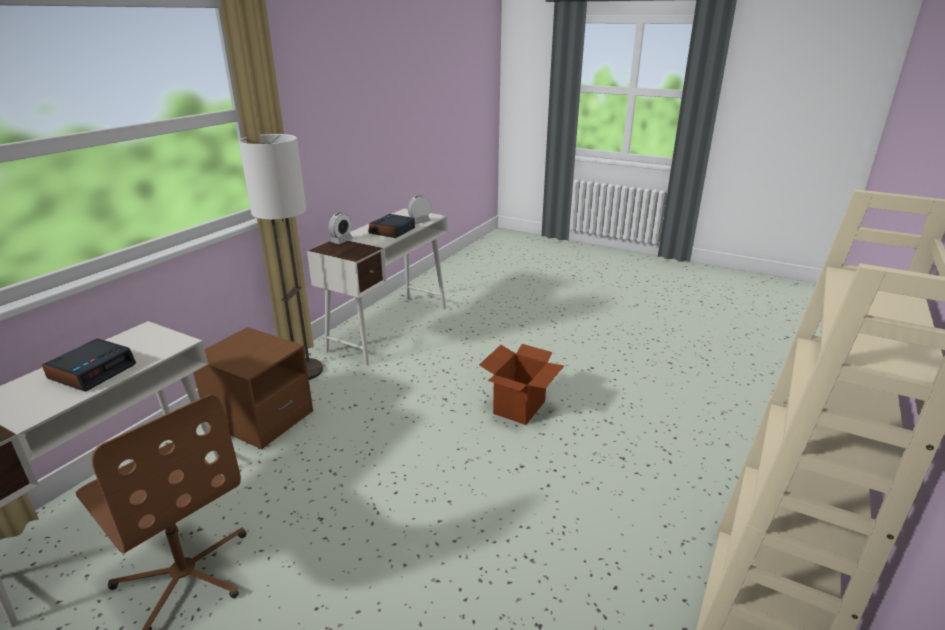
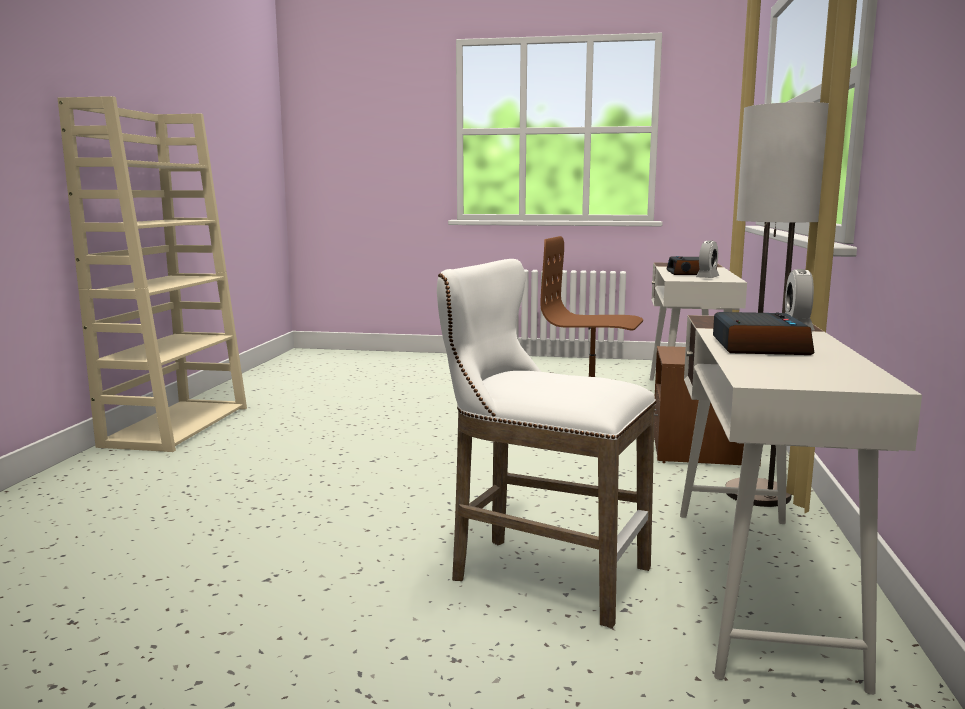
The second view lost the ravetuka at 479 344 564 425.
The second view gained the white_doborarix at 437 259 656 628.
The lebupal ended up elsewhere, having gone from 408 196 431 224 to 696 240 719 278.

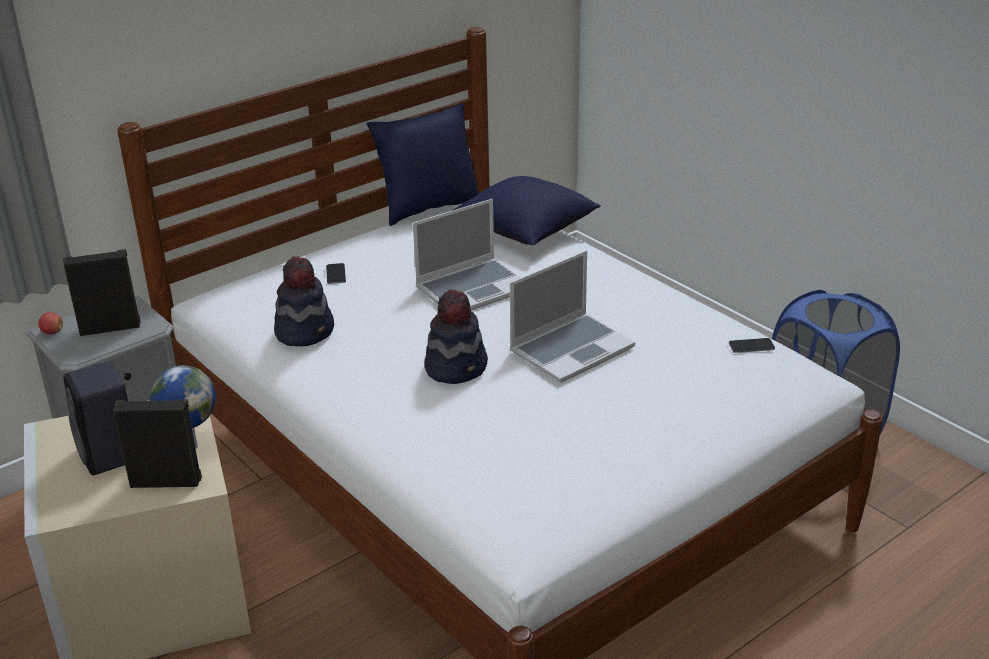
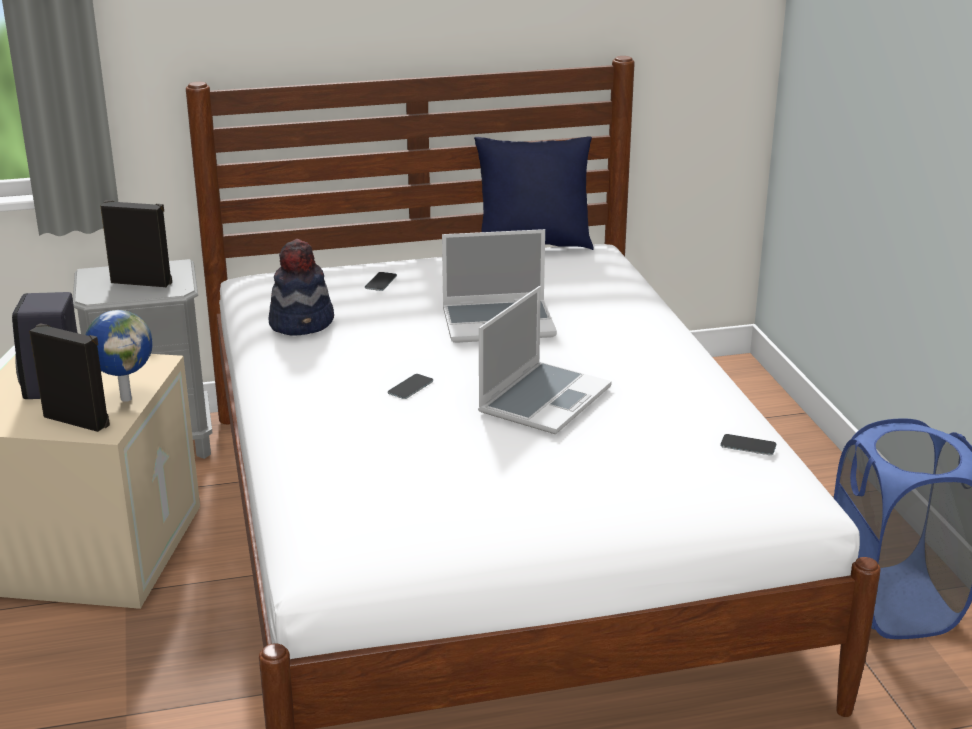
The second view lost the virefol at 38 312 63 334.
The second view lost the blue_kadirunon at 452 176 601 245.
Where the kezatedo stood at 424 289 488 384, the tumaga came to stand at 388 374 433 399.
The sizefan at 510 250 635 383 ended up facing another way, 45 degrees counterclockwise from before.

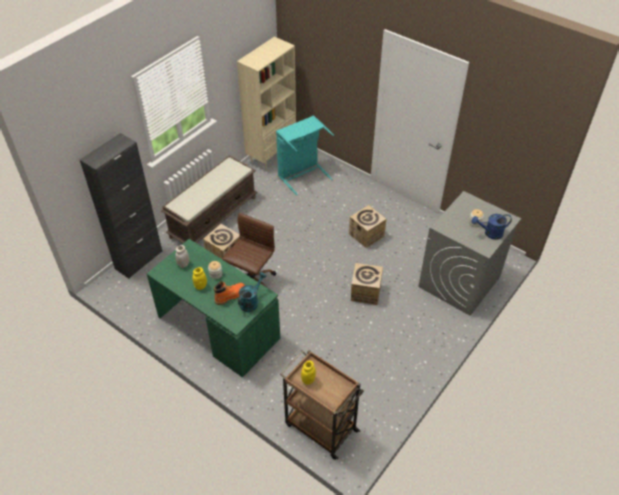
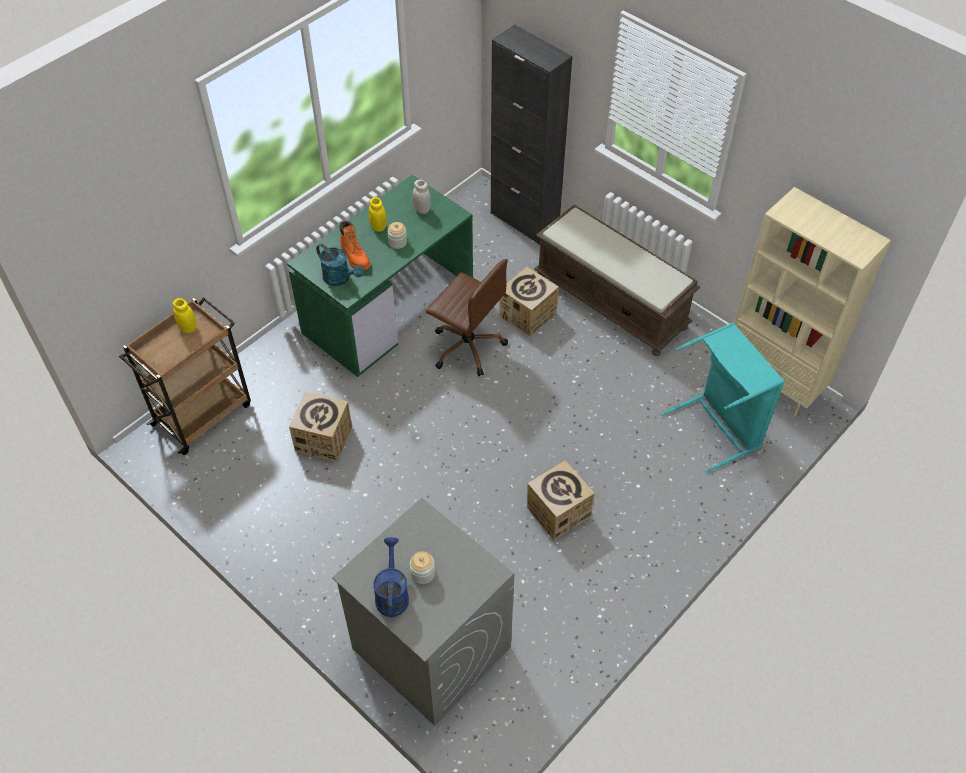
The ravetuka ended up elsewhere, having gone from 351 263 383 305 to 289 392 352 462.

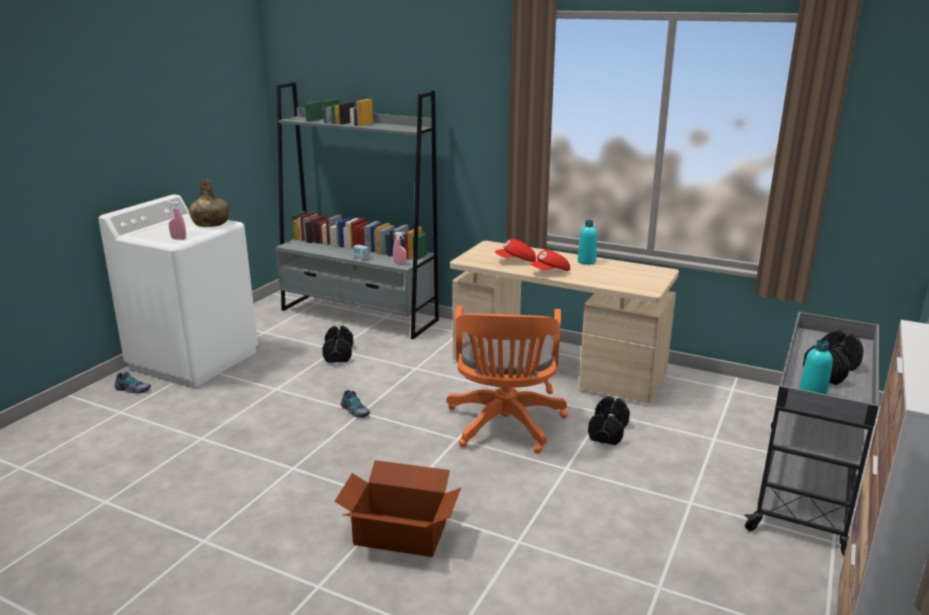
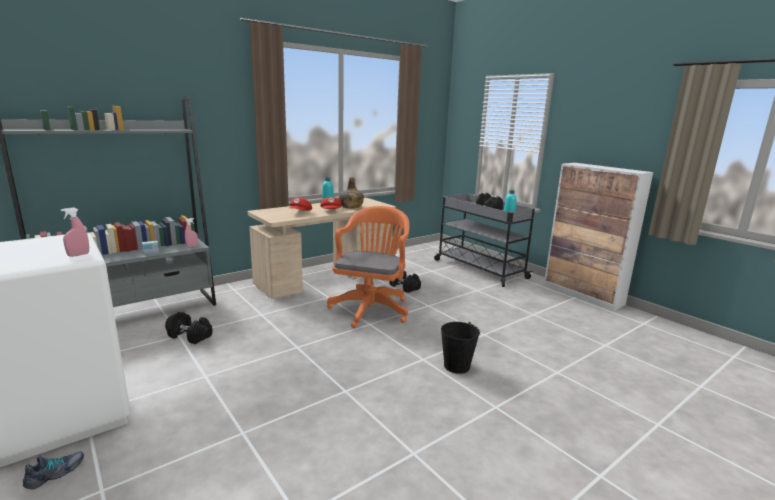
The second view lost the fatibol at 341 390 370 418.
The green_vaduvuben ended up elsewhere, having gone from 189 179 229 227 to 339 178 364 209.
Where the ravetuka stood at 334 460 461 557, the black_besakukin came to stand at 441 322 480 374.
The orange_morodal at 446 306 568 454 ended up facing another way, 105 degrees counterclockwise from before.

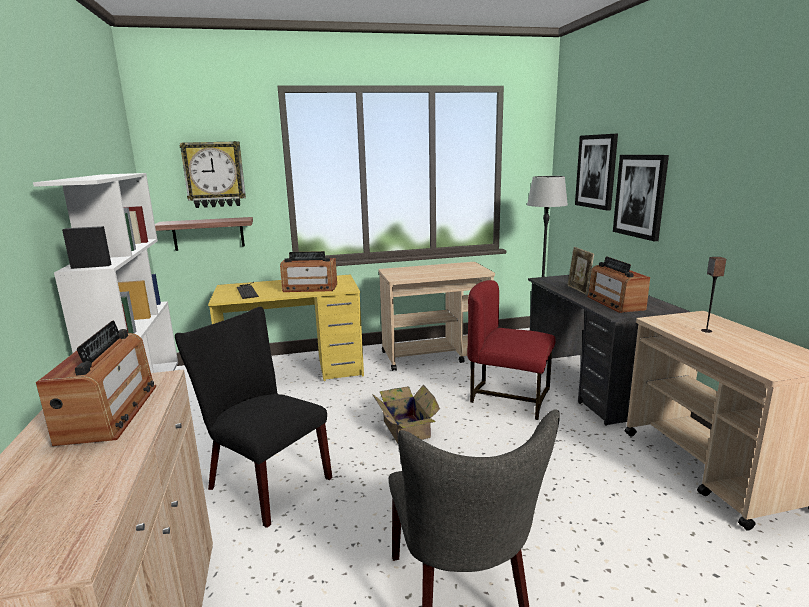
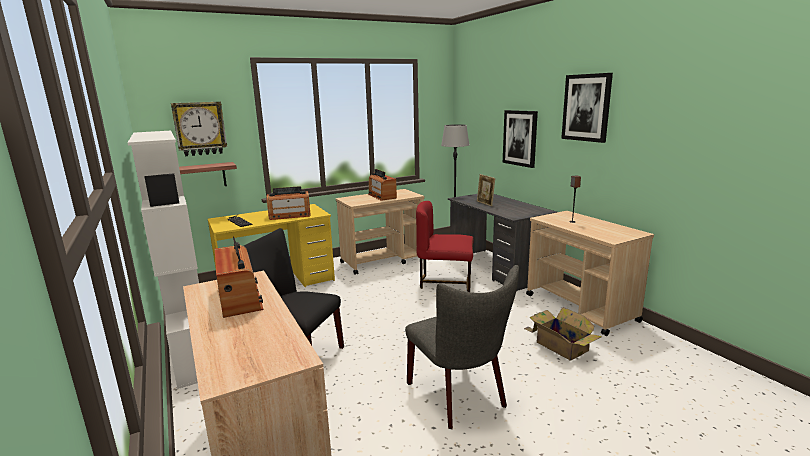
The ravetuka ended up elsewhere, having gone from 372 385 440 444 to 524 307 602 361.
The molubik ended up elsewhere, having gone from 575 134 618 211 to 561 73 613 143.
The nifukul ended up elsewhere, having gone from 587 256 650 313 to 368 169 397 201.

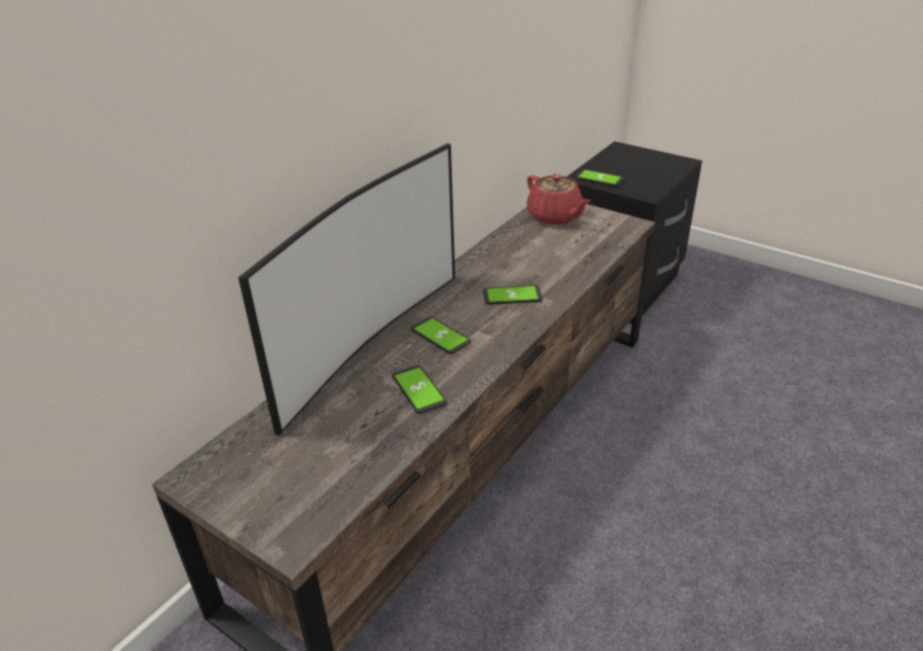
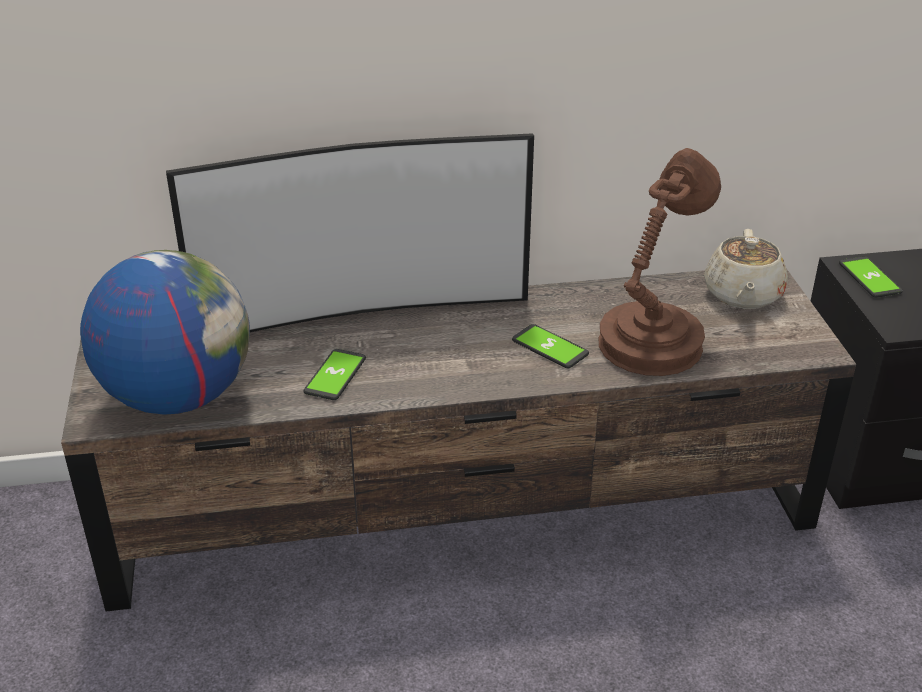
The second view lost the tumaga at 411 317 471 354.
The second view gained the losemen at 80 250 250 415.
The second view gained the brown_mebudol at 598 148 721 376.
What was the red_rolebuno at 527 174 590 225 turned into the beige_rolebuno at 704 229 788 309.

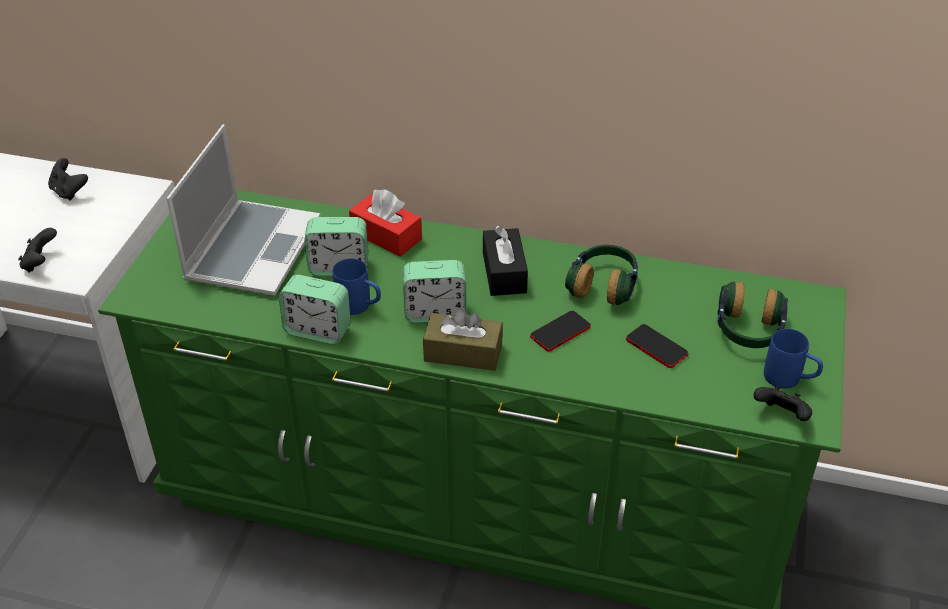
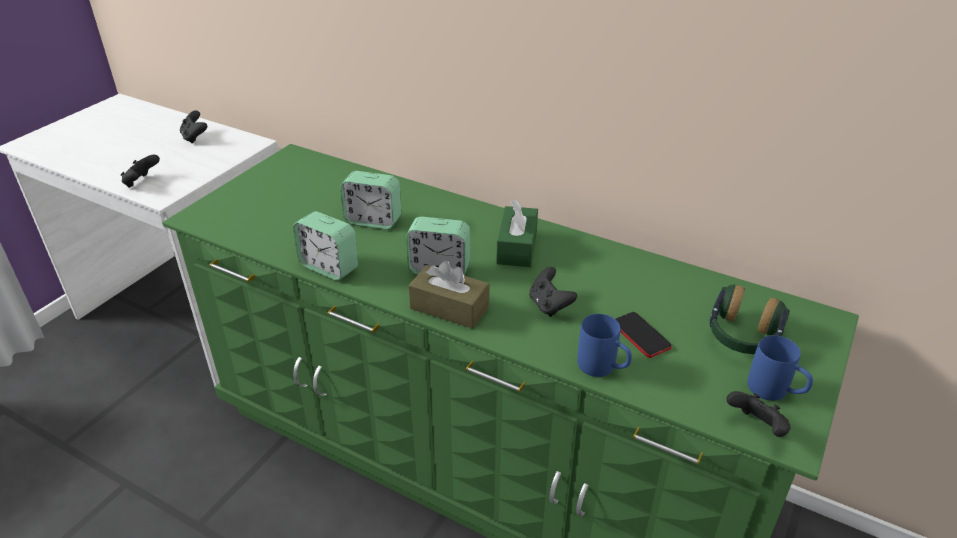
The second view lost the sizefan at 167 124 321 296.
The second view lost the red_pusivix at 349 189 422 257.
The second view lost the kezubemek at 565 245 638 305.
The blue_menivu ended up elsewhere, having gone from 332 258 381 315 to 577 314 632 377.
Where the tumaga stood at 530 311 591 352, the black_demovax came to stand at 529 267 577 317.
What was the black_pusivix at 483 225 528 296 turned into the green_pusivix at 496 200 538 267.

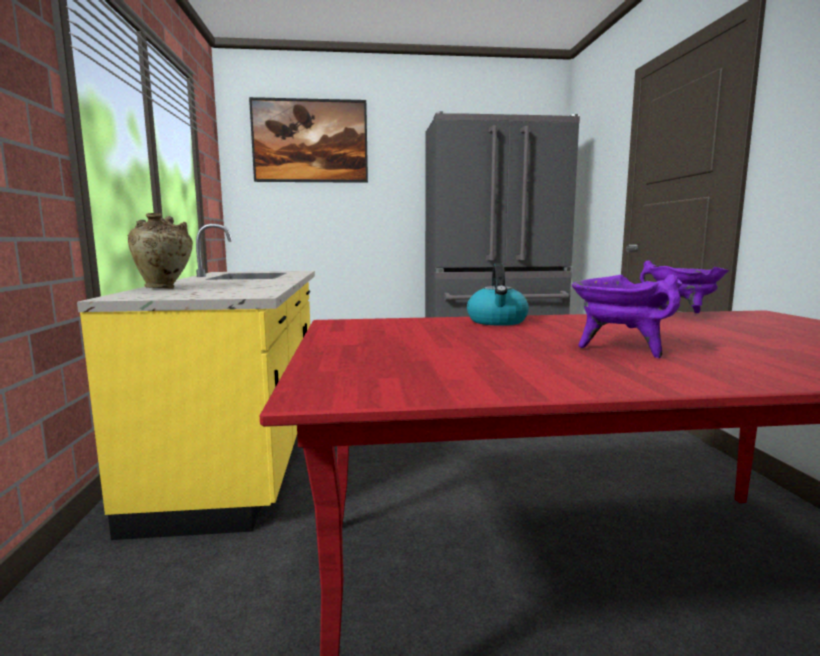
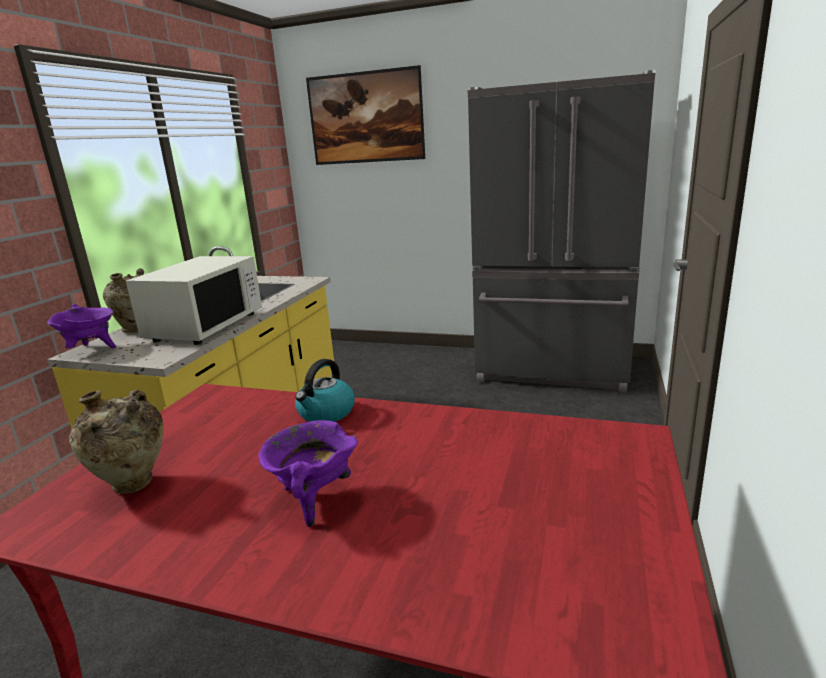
The second view gained the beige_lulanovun at 69 389 164 494.
The second view gained the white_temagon at 126 256 262 345.
The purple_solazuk ended up elsewhere, having gone from 640 261 729 313 to 47 304 116 348.

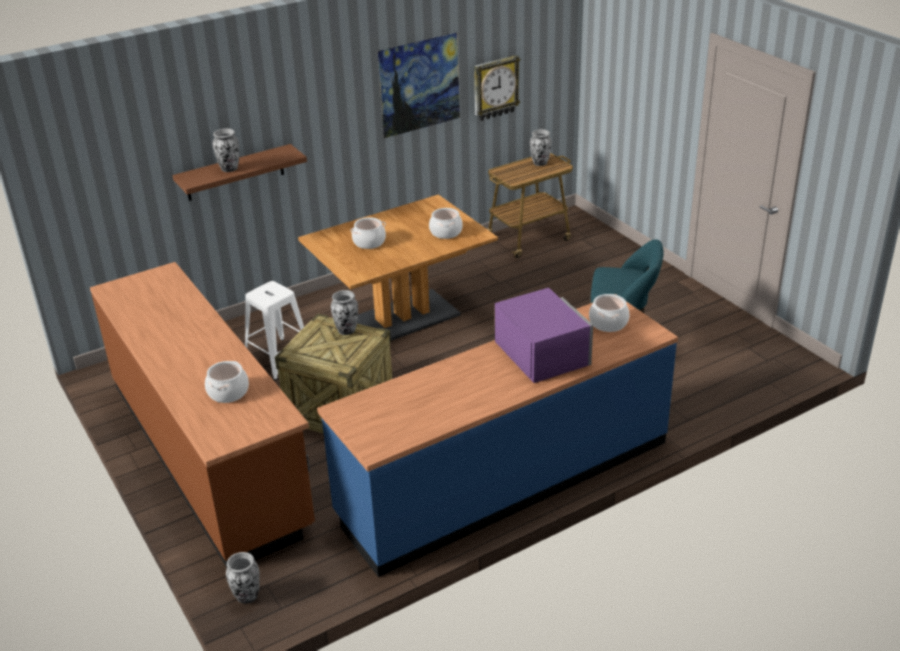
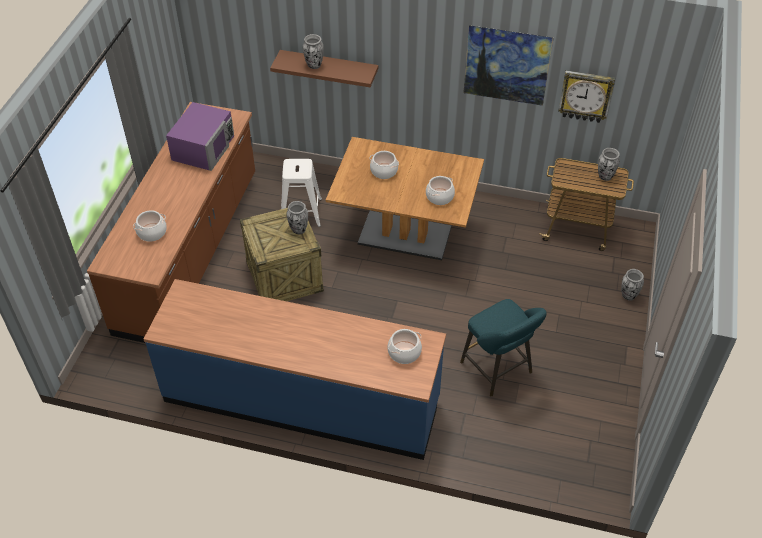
The lulanovun ended up elsewhere, having gone from 226 552 260 603 to 621 269 644 301.
The purple_temagon ended up elsewhere, having gone from 495 288 593 383 to 166 102 234 171.

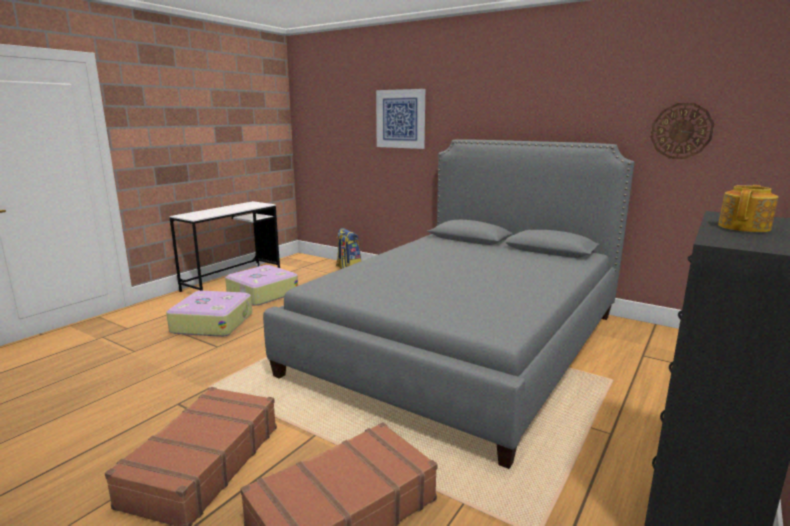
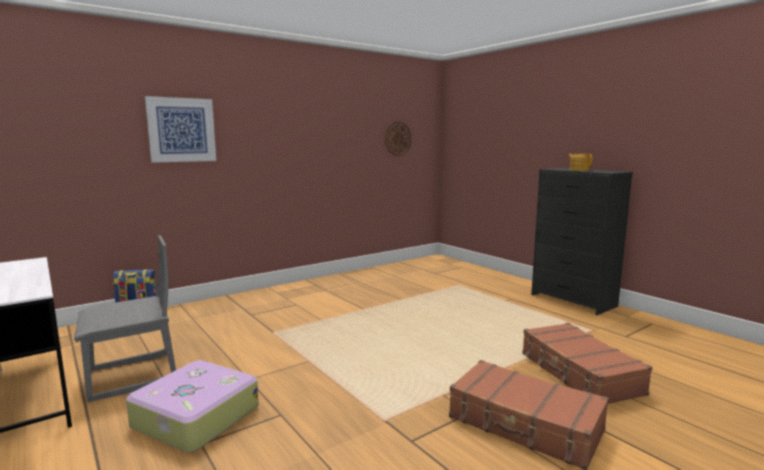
The second view lost the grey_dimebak at 263 139 634 469.
Where the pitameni stood at 225 265 298 306, the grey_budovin came to stand at 74 235 176 402.

